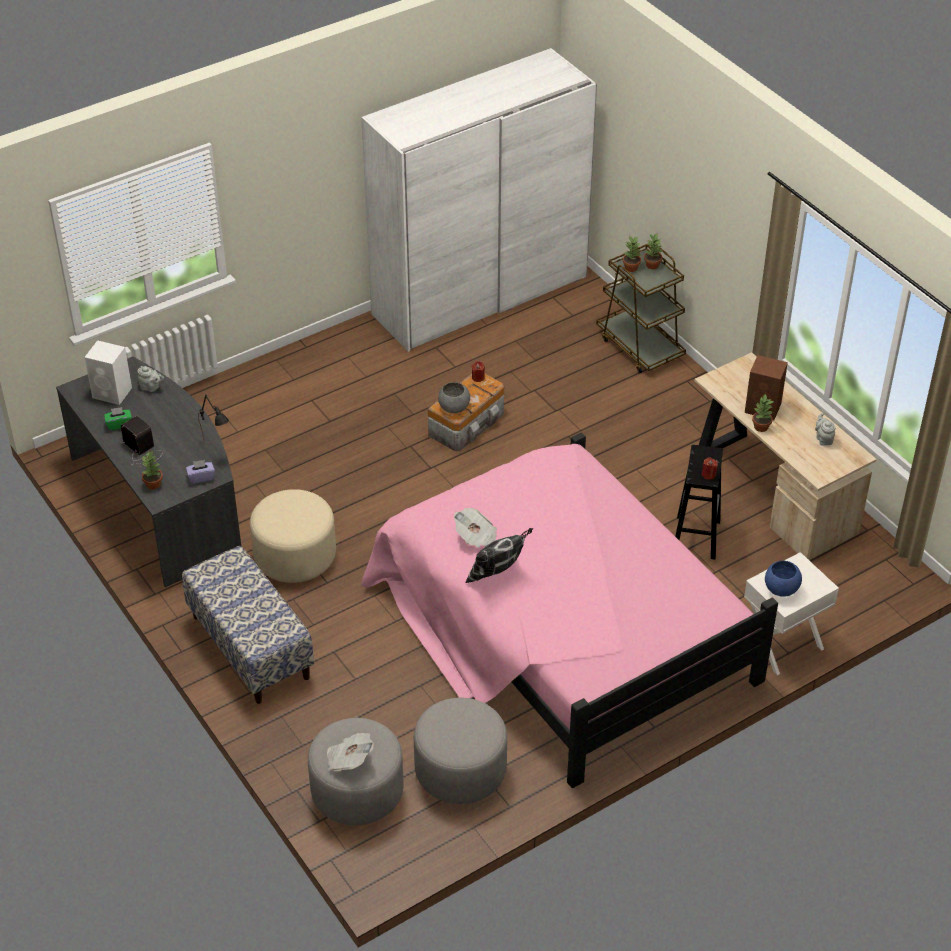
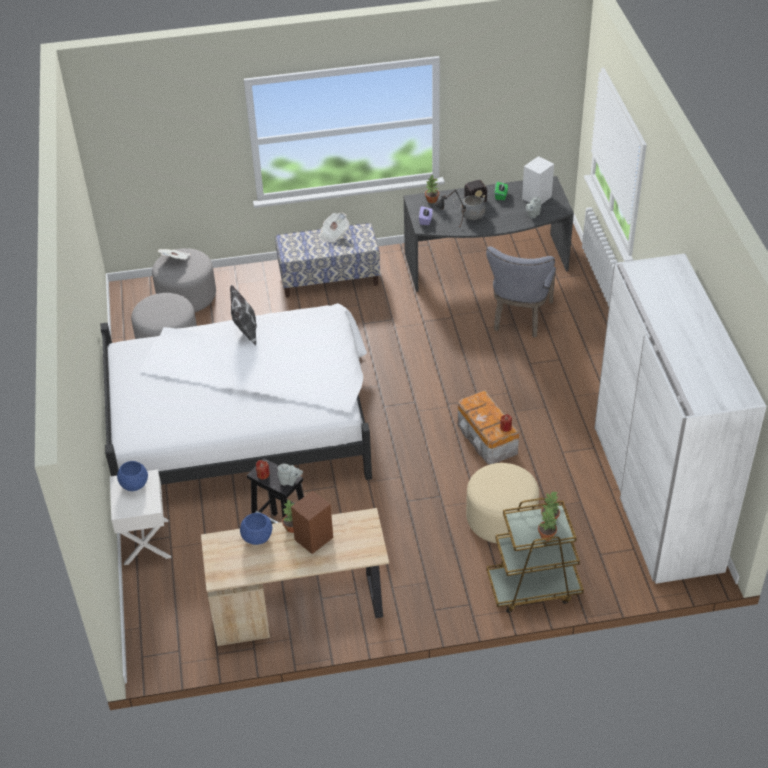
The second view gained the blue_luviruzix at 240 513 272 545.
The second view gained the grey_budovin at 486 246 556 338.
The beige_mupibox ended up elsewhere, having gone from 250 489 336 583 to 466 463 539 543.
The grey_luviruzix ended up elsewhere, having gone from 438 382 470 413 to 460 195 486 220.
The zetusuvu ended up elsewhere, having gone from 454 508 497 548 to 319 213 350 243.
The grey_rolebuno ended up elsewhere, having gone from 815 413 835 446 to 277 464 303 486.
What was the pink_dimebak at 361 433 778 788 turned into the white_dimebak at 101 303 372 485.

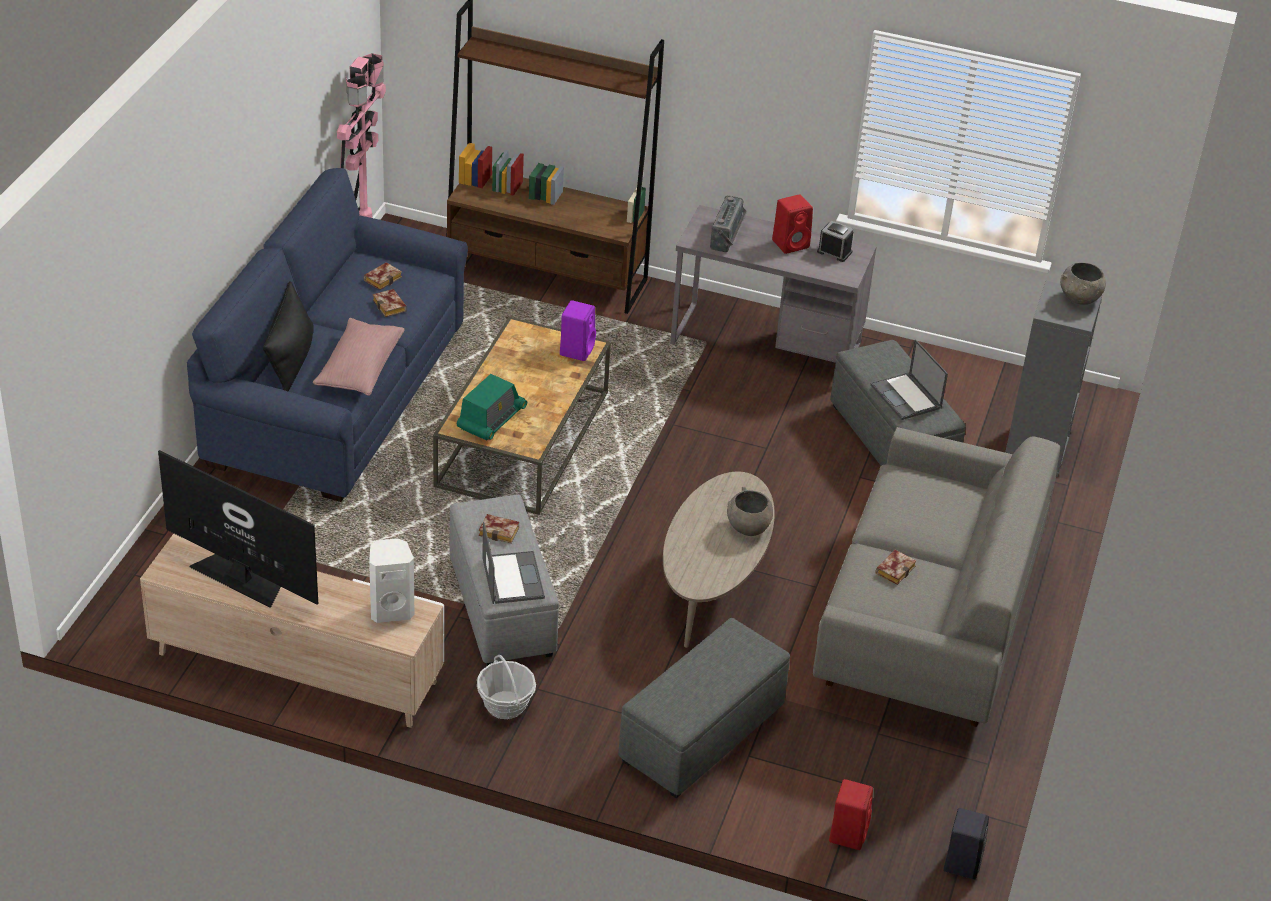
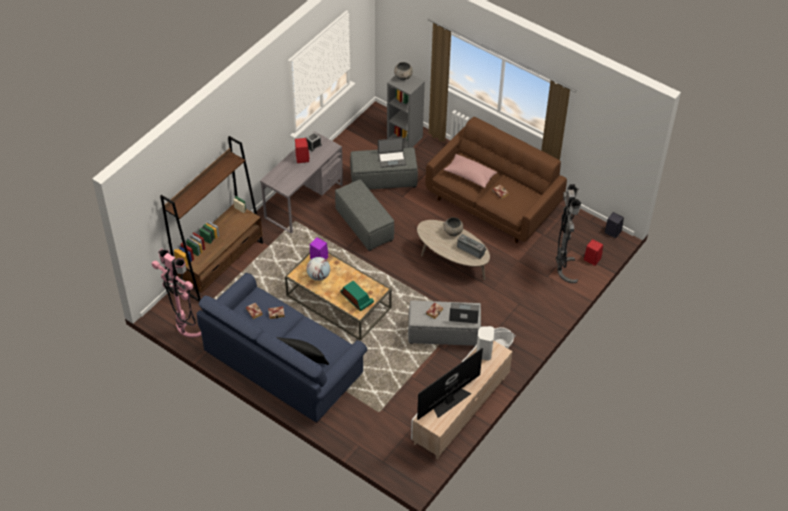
The second view gained the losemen at 307 257 330 281.
The second view gained the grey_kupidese at 556 184 581 283.
The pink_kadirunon ended up elsewhere, having gone from 313 318 405 396 to 444 154 497 188.
The grey_mupibox ended up elsewhere, having gone from 618 618 790 798 to 335 179 394 251.
The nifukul ended up elsewhere, having gone from 710 195 747 252 to 457 234 487 259.
What was the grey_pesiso at 813 427 1060 727 turned into the brown_pesiso at 426 117 567 243.

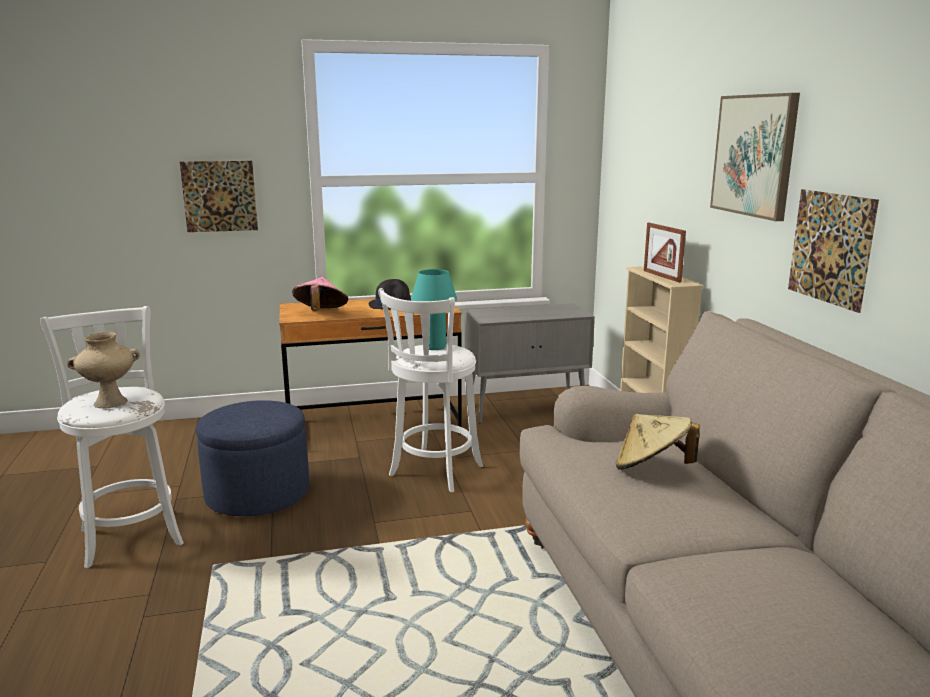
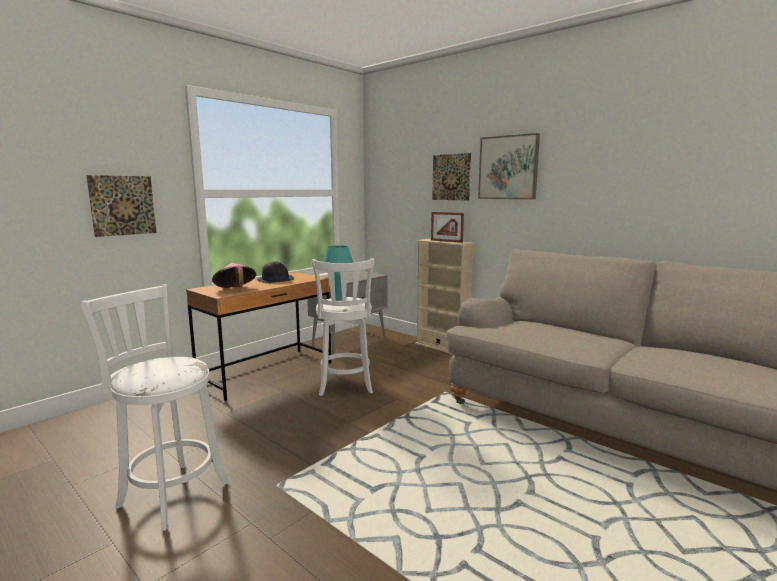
The second view lost the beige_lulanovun at 67 332 140 408.
The second view lost the blue_mupibox at 196 400 309 516.
The second view lost the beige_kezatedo at 616 414 700 470.
The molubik ended up elsewhere, having gone from 788 189 879 313 to 432 153 471 200.

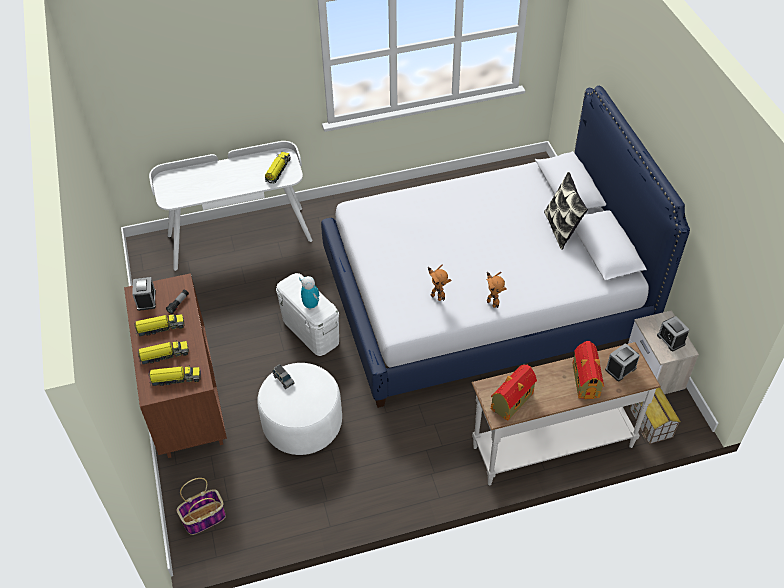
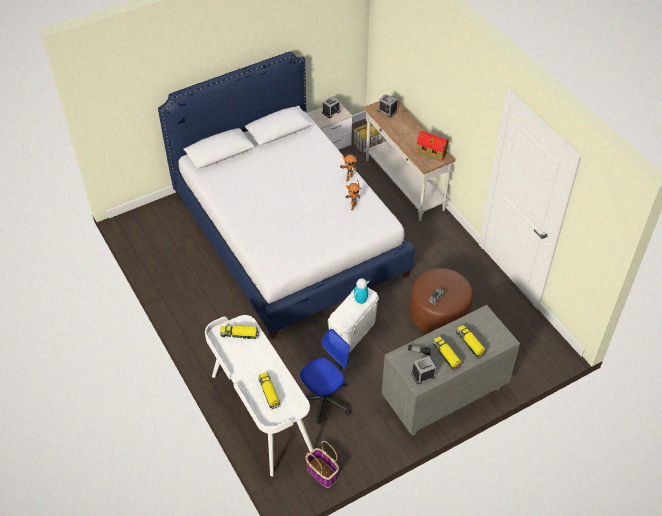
The second view lost the kadirunon at 544 172 588 250.
The second view lost the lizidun at 572 341 604 399.
The second view gained the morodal at 300 329 351 424.
The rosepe ended up elsewhere, having gone from 149 365 201 386 to 258 372 280 409.
The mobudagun ended up elsewhere, having gone from 177 478 226 535 to 305 441 339 488.
What was the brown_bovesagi at 124 273 227 458 turned into the grey_bovesagi at 382 305 520 436.
What was the white_mupibox at 257 363 342 455 turned into the brown_mupibox at 410 268 473 334.

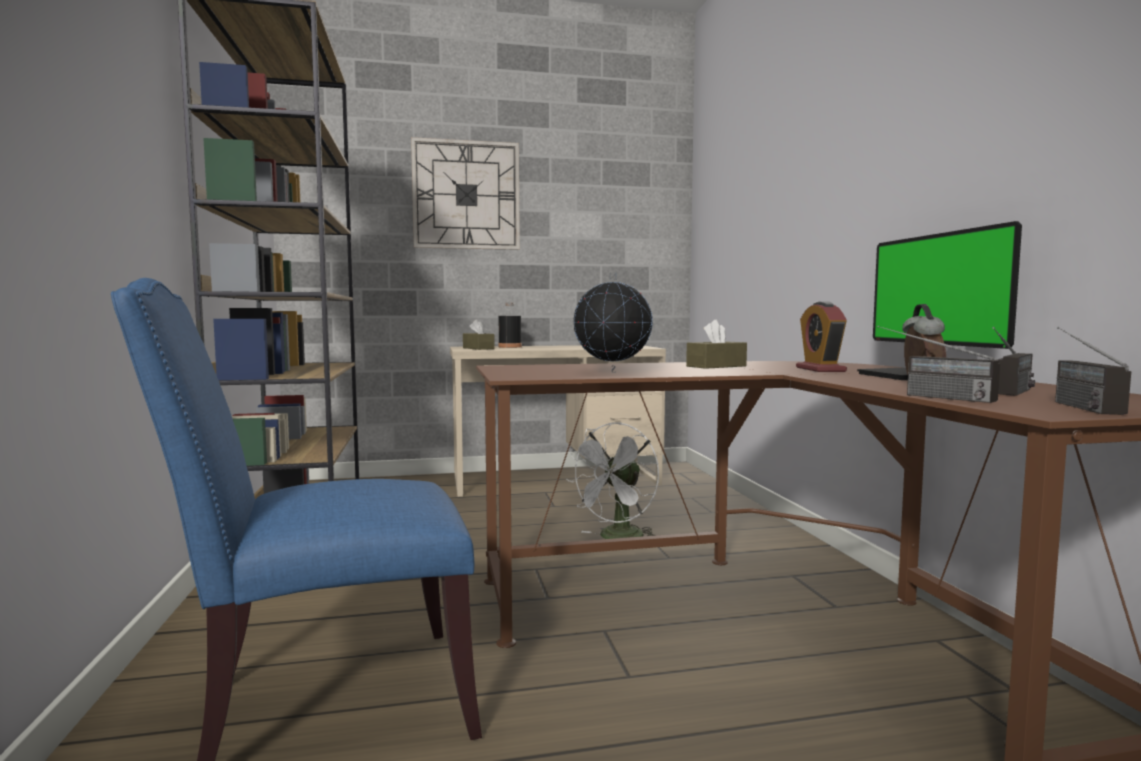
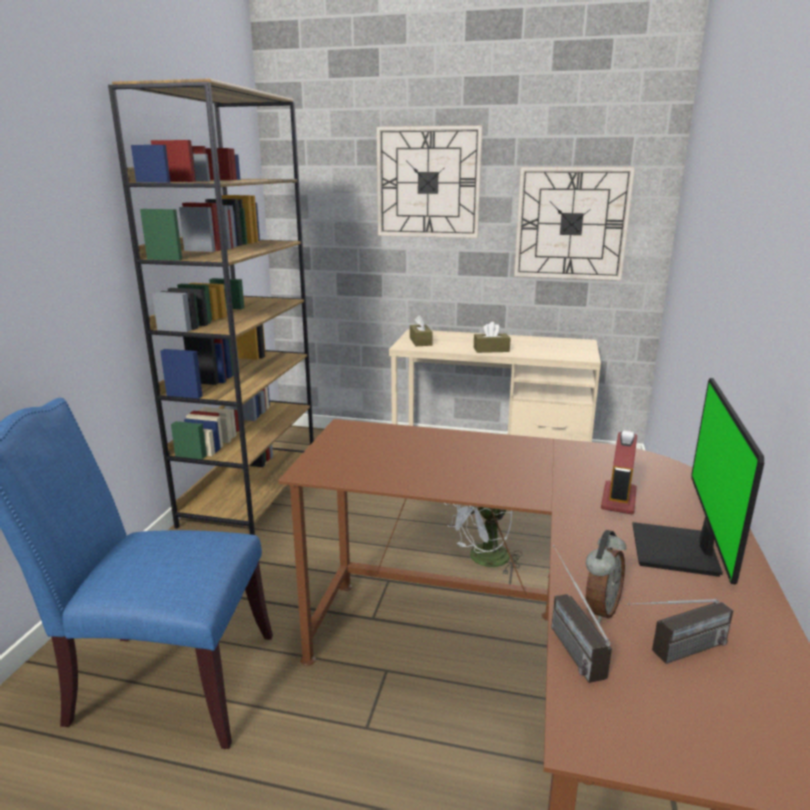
The second view lost the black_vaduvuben at 498 302 522 348.
The second view lost the losemen at 574 272 653 373.
The second view lost the nifukul at 1055 327 1131 415.
The second view gained the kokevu at 514 167 635 280.
The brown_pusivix ended up elsewhere, having gone from 686 320 747 369 to 474 322 511 353.

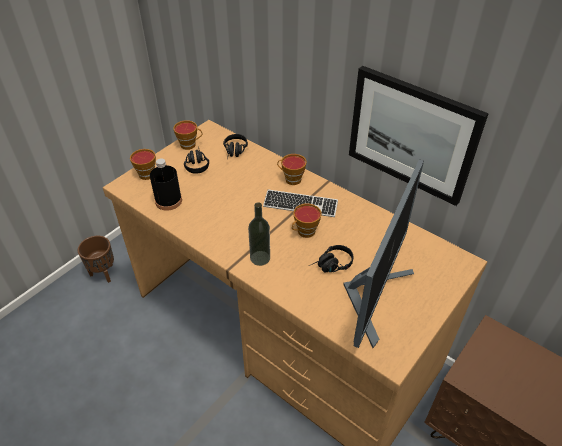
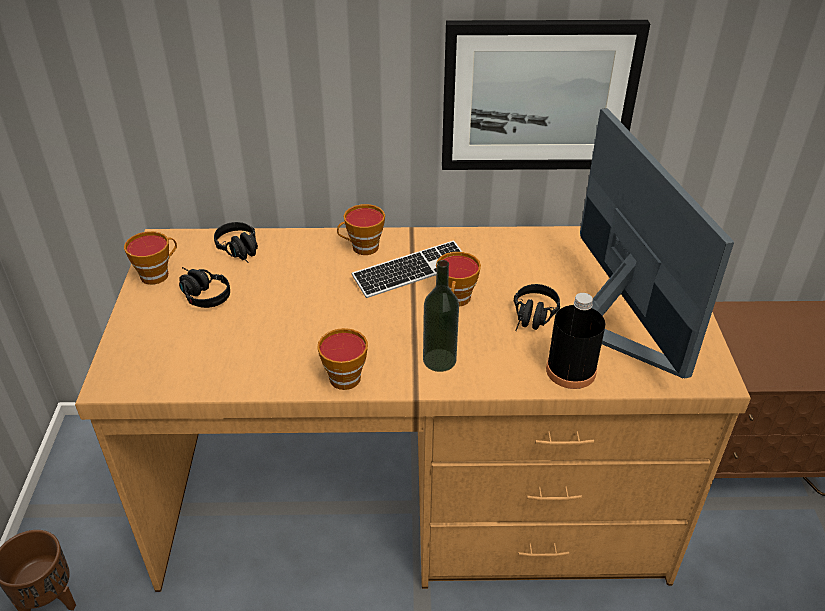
The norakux ended up elsewhere, having gone from 130 149 156 180 to 317 328 368 390.
The black_vaduvuben ended up elsewhere, having gone from 150 158 182 211 to 546 293 605 389.

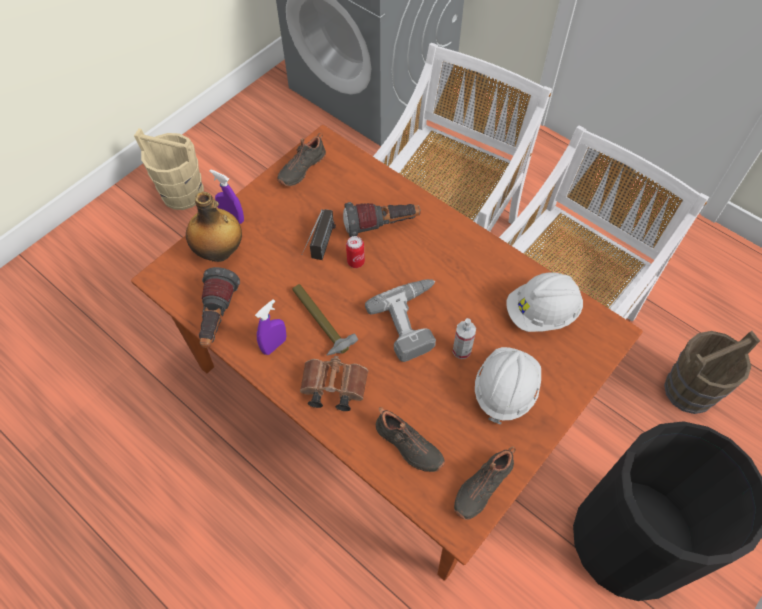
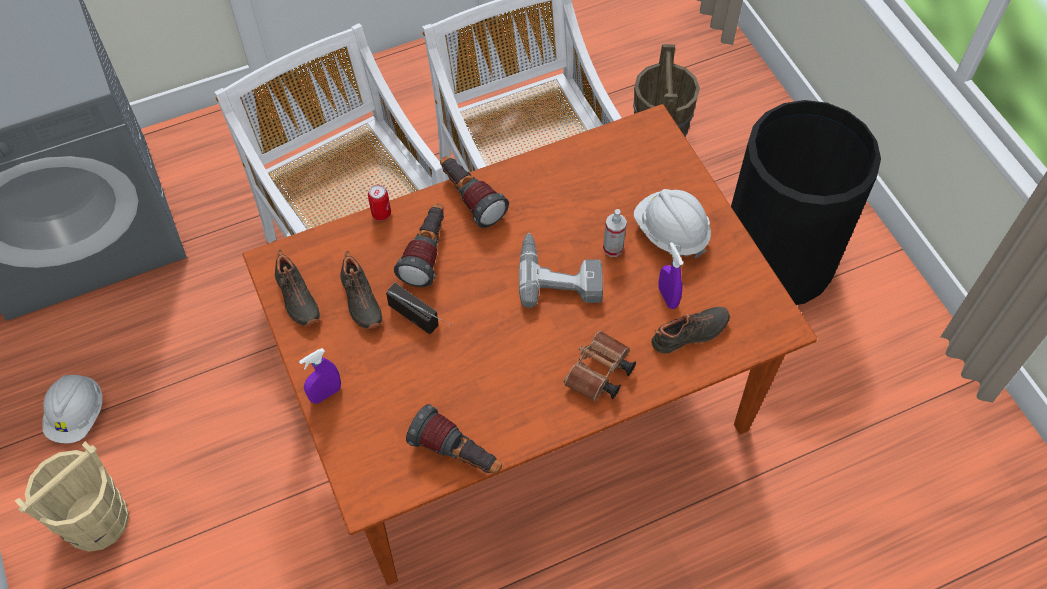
The second view lost the vaduvuben at 186 192 242 262.
The second view lost the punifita at 292 284 358 355.
The second view gained the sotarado at 440 156 509 228.
The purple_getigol ended up elsewhere, having gone from 255 299 286 355 to 658 242 683 309.
The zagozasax ended up elsewhere, having gone from 346 236 365 268 to 368 185 391 221.
The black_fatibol ended up elsewhere, having gone from 454 446 516 520 to 340 251 382 330.
The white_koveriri ended up elsewhere, having gone from 506 272 583 332 to 43 375 102 443.

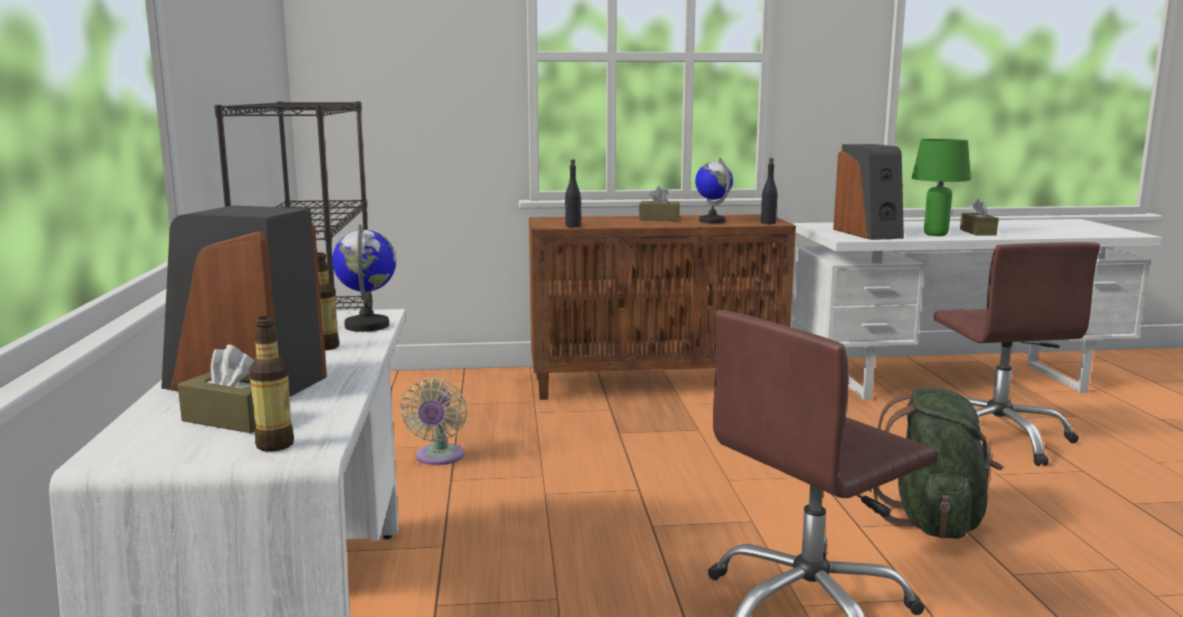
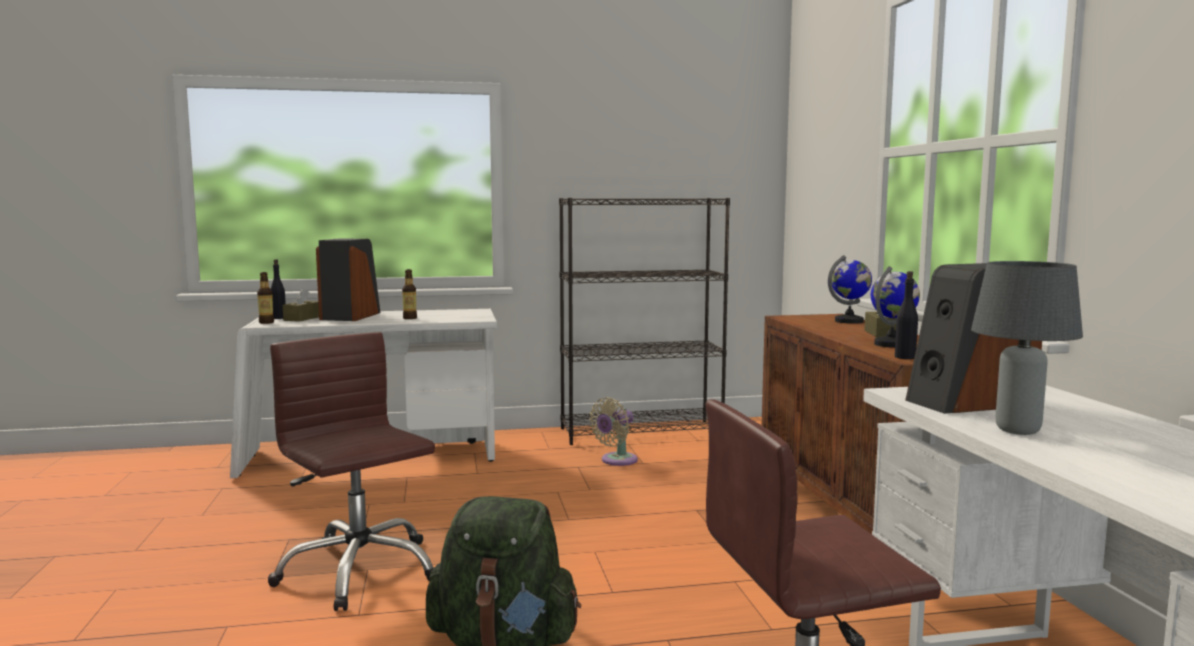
The second view lost the brown_pusivix at 960 199 999 236.
The losemen ended up elsewhere, having gone from 332 224 396 332 to 828 255 872 324.
The black_vaduvuben ended up elsewhere, having gone from 565 159 581 227 to 271 259 286 319.
What was the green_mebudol at 912 139 971 236 turned into the grey_mebudol at 971 261 1083 435.
The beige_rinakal at 400 378 467 465 ended up facing another way, 45 degrees counterclockwise from before.

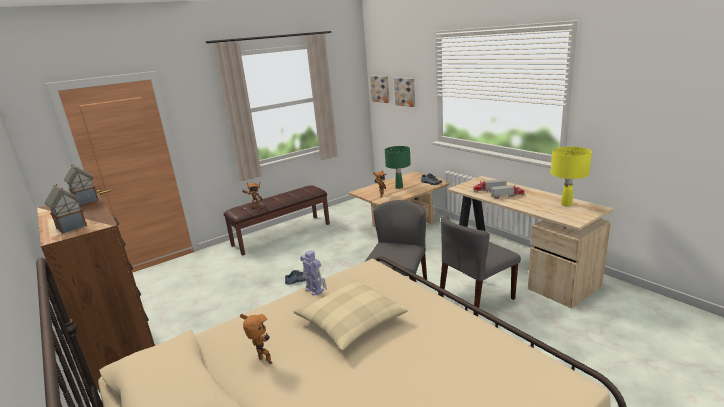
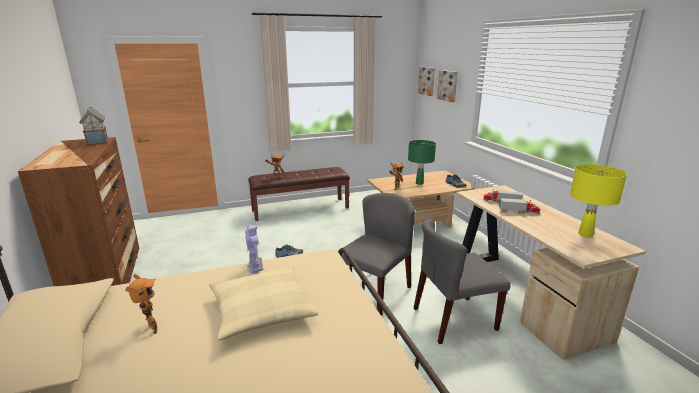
The second view lost the lizidun at 44 184 87 234.

